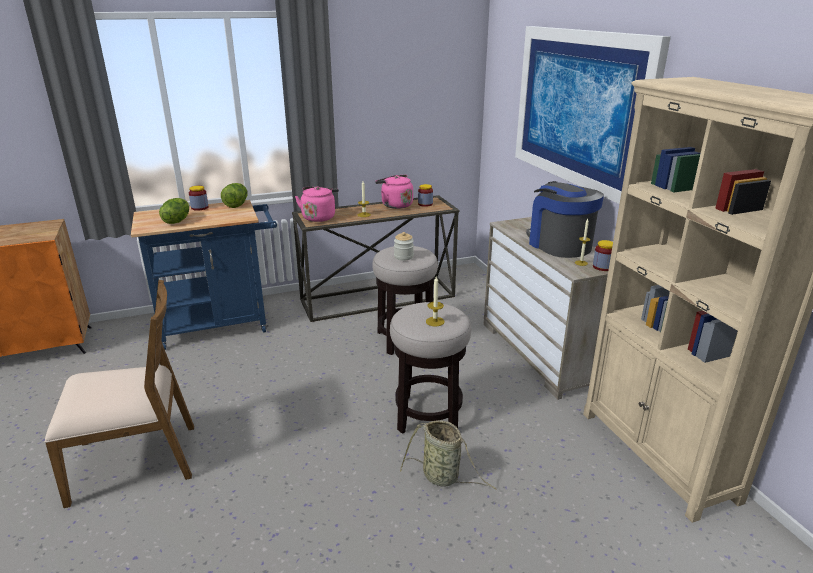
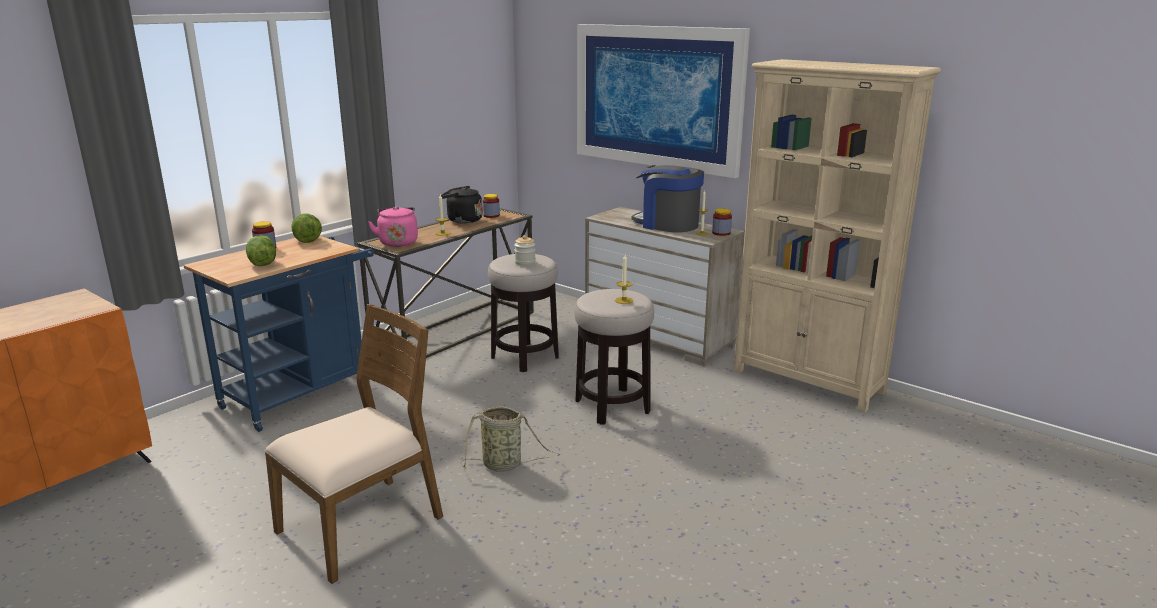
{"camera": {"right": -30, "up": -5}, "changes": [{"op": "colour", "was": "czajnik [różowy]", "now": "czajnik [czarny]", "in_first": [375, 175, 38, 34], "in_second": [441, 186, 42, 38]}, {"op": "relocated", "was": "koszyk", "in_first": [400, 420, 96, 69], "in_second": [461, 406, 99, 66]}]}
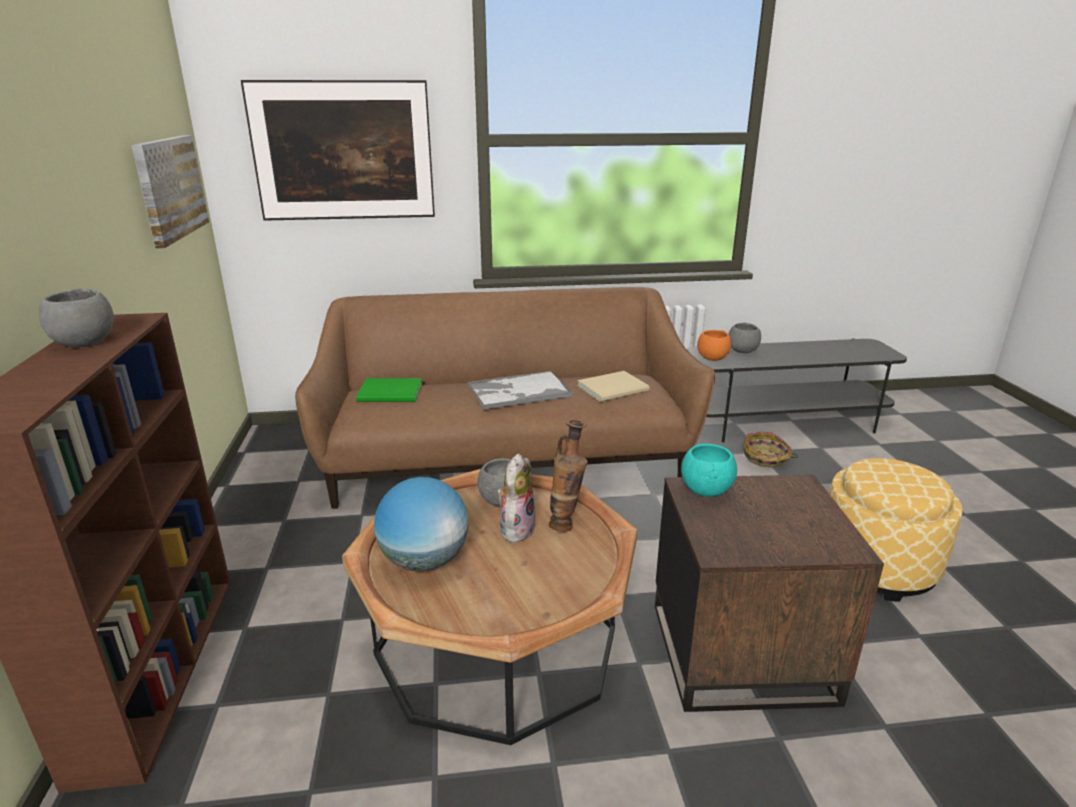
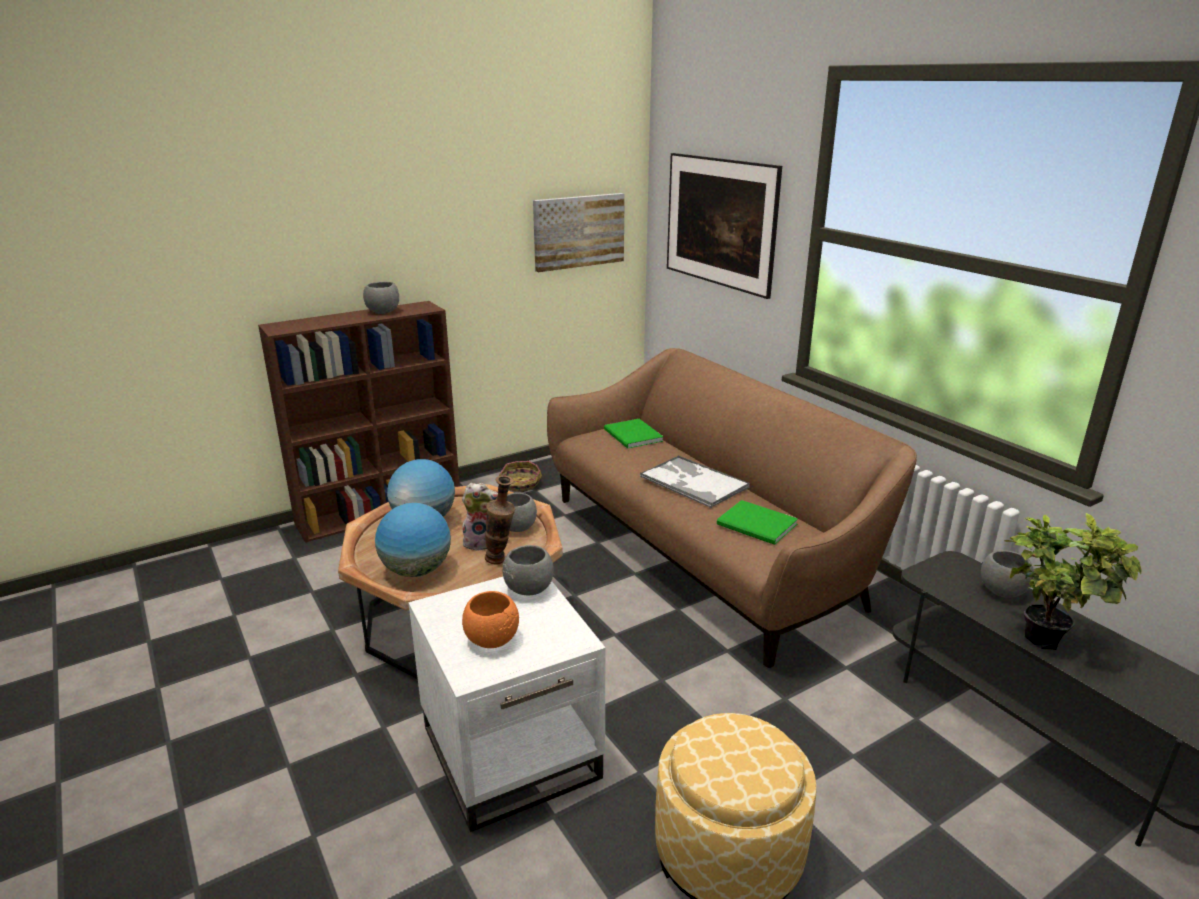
{"camera": {"right": 65, "up": 0}, "changes": [{"op": "colour", "was": "książka [beżowy]", "now": "książka [zielony]", "in_first": [577, 371, 73, 31], "in_second": [717, 500, 81, 45]}, {"op": "colour", "was": "stolik [brązowy]", "now": "stolik [biały]", "in_first": [655, 475, 229, 237], "in_second": [409, 577, 196, 255]}, {"op": "colour", "was": "miska [turkusowy]", "now": "miska [szary]", "in_first": [681, 444, 56, 53], "in_second": [503, 545, 51, 50]}, {"op": "relocated", "was": "miska [pomarańczowy]", "in_first": [697, 330, 34, 31], "in_second": [462, 591, 57, 57]}, {"op": "relocated", "was": "koszyk", "in_first": [743, 431, 55, 37], "in_second": [499, 461, 43, 31]}, {"op": "appeared", "now": "globus", "in_second": [375, 503, 76, 74]}, {"op": "appeared", "now": "roślina doniczkowa", "in_second": [1004, 513, 138, 137]}]}
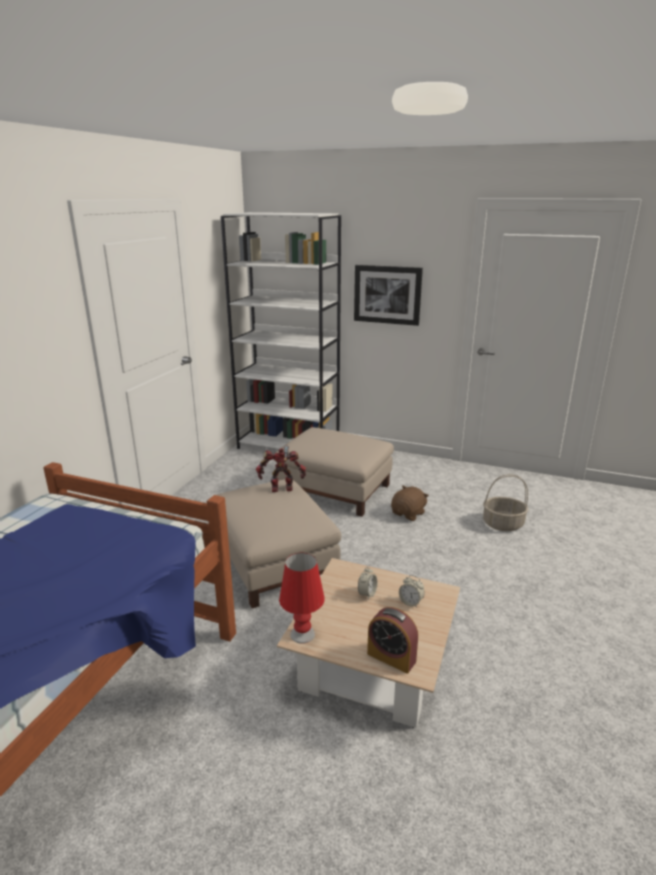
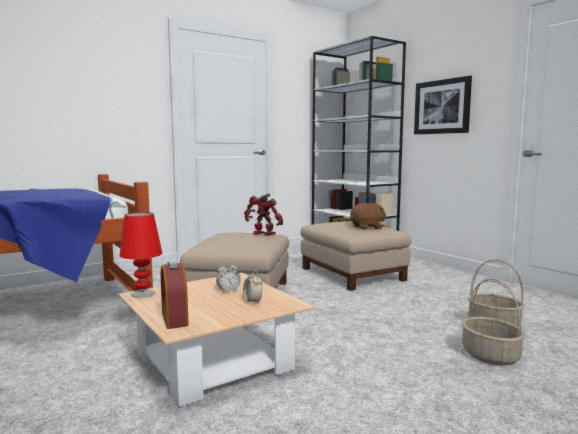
{"camera": {"right": 35, "up": -15}, "changes": [{"op": "relocated", "was": "pluszak [brązowy]", "in_first": [391, 486, 38, 35], "in_second": [350, 203, 36, 27]}, {"op": "appeared", "now": "koszyk", "in_second": [461, 278, 65, 87]}]}
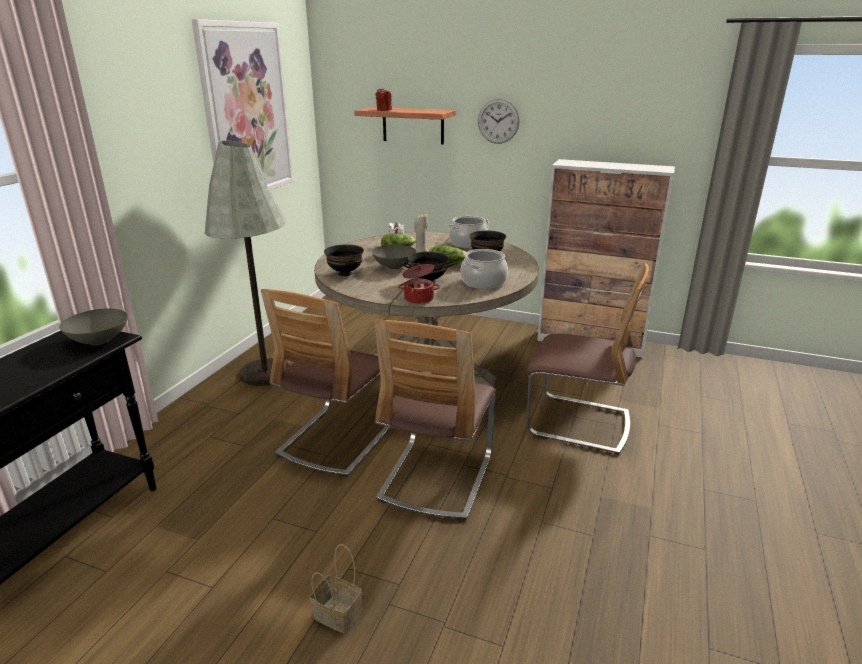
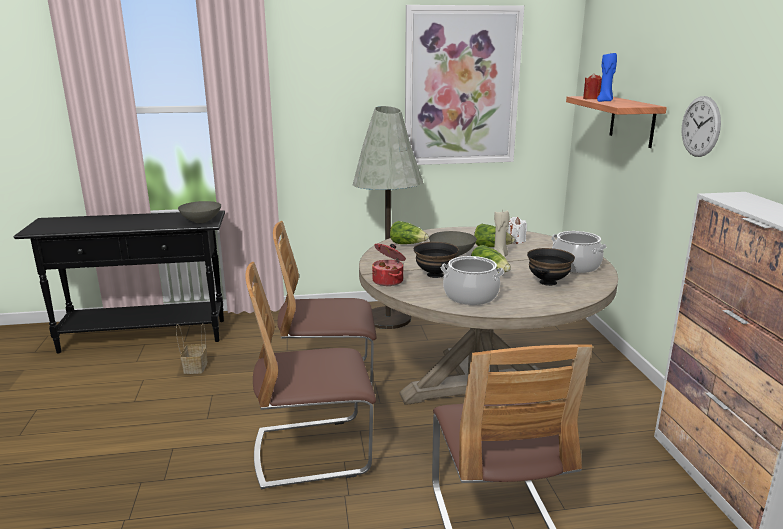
{"camera": {"right": 60, "up": -5}, "changes": [{"op": "relocated", "was": "koszyk", "in_first": [310, 544, 52, 90], "in_second": [176, 323, 31, 51]}, {"op": "exchanged", "was": "miska [czarny]", "now": "sałata", "in_first": [324, 245, 40, 31], "in_second": [390, 221, 39, 23]}, {"op": "appeared", "now": "świeca [niebieski]", "in_second": [597, 53, 20, 49]}]}
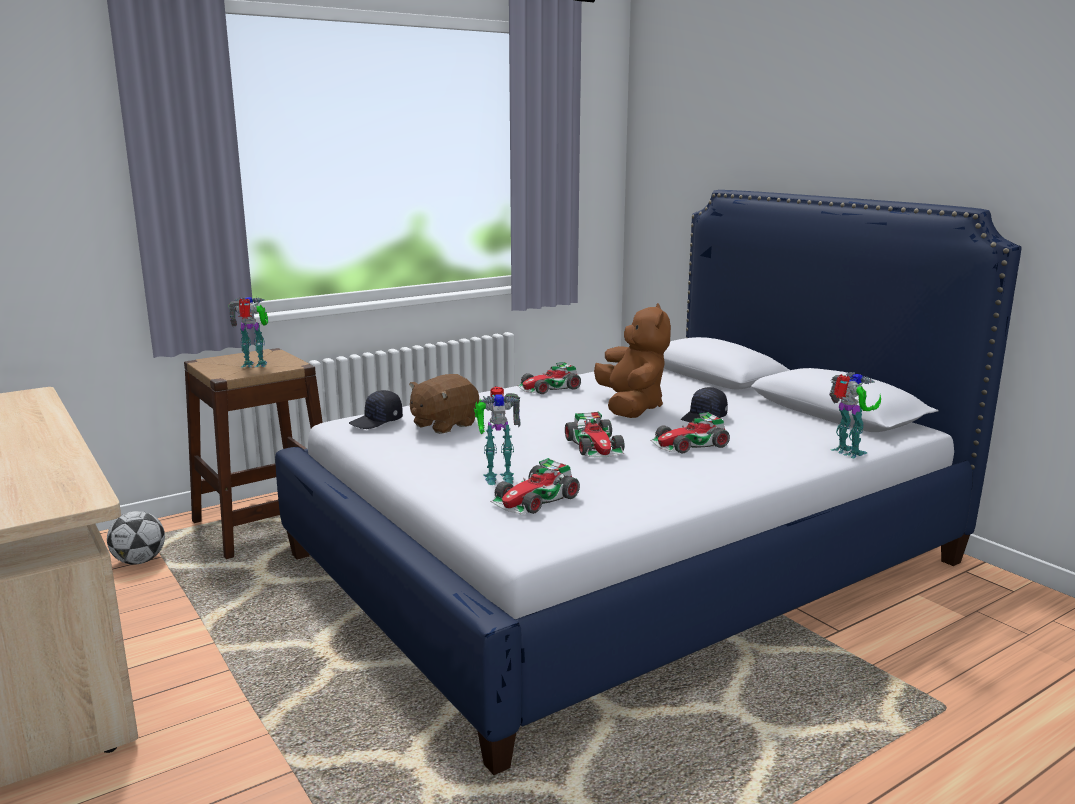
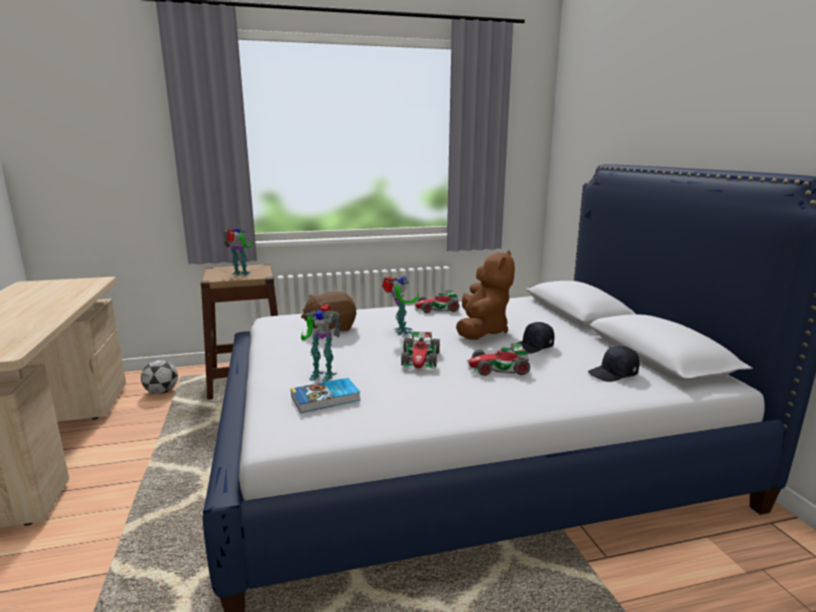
{"camera": {"right": 20, "up": 0}, "changes": [{"op": "relocated", "was": "czapka z daszkiem [czarny]", "in_first": [349, 390, 54, 39], "in_second": [588, 346, 52, 36]}, {"op": "exchanged", "was": "samochodzik", "now": "książka", "in_first": [490, 458, 90, 57], "in_second": [291, 378, 69, 35]}, {"op": "relocated", "was": "robot zabawkowy", "in_first": [829, 372, 52, 86], "in_second": [382, 276, 37, 59]}]}
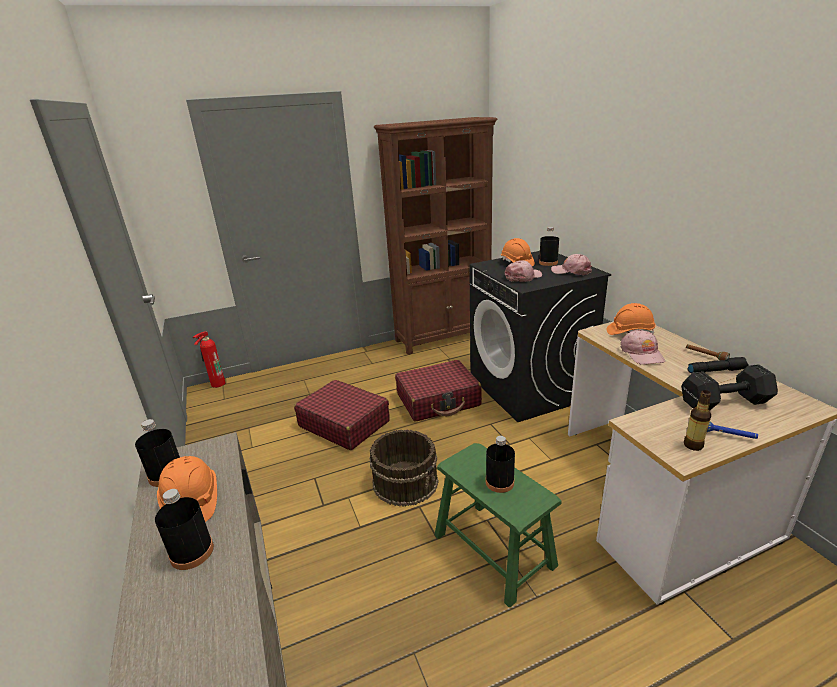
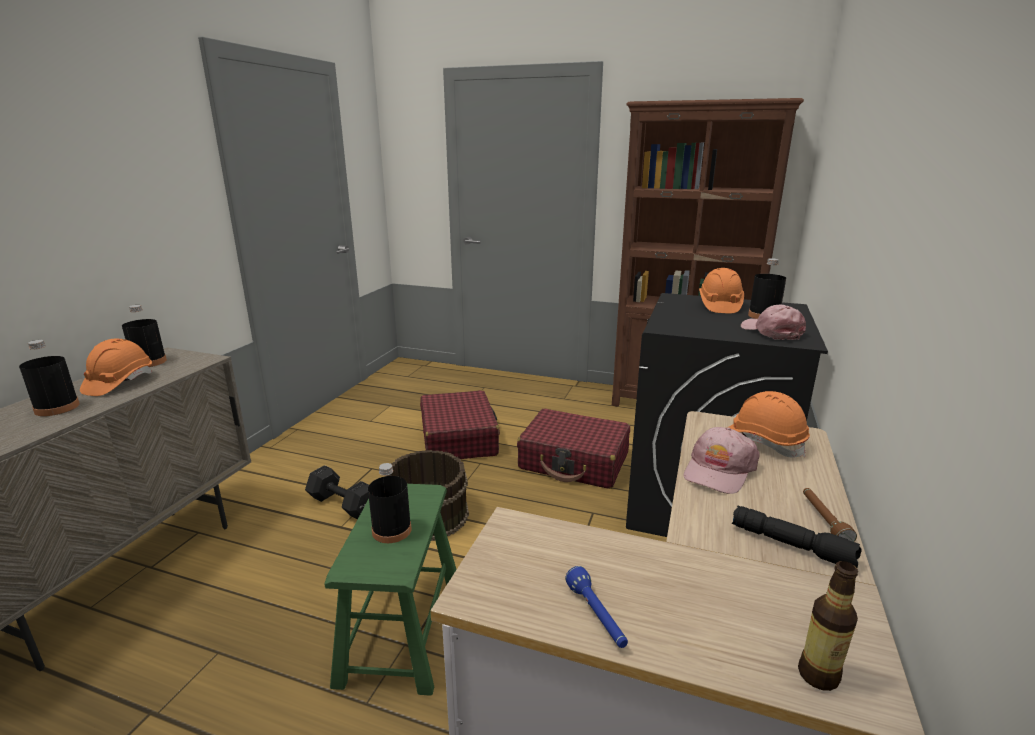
{"camera": {"right": 40, "up": -5}, "changes": [{"op": "missing", "was": "gaśnica", "in_first": [193, 332, 33, 56]}, {"op": "missing", "was": "czapka z daszkiem [różowy]", "in_first": [505, 260, 37, 22]}, {"op": "relocated", "was": "hantel [czarny]", "in_first": [681, 364, 97, 47], "in_second": [305, 465, 64, 54]}, {"op": "relocated", "was": "butelka", "in_first": [684, 390, 27, 61], "in_second": [798, 561, 60, 130]}]}
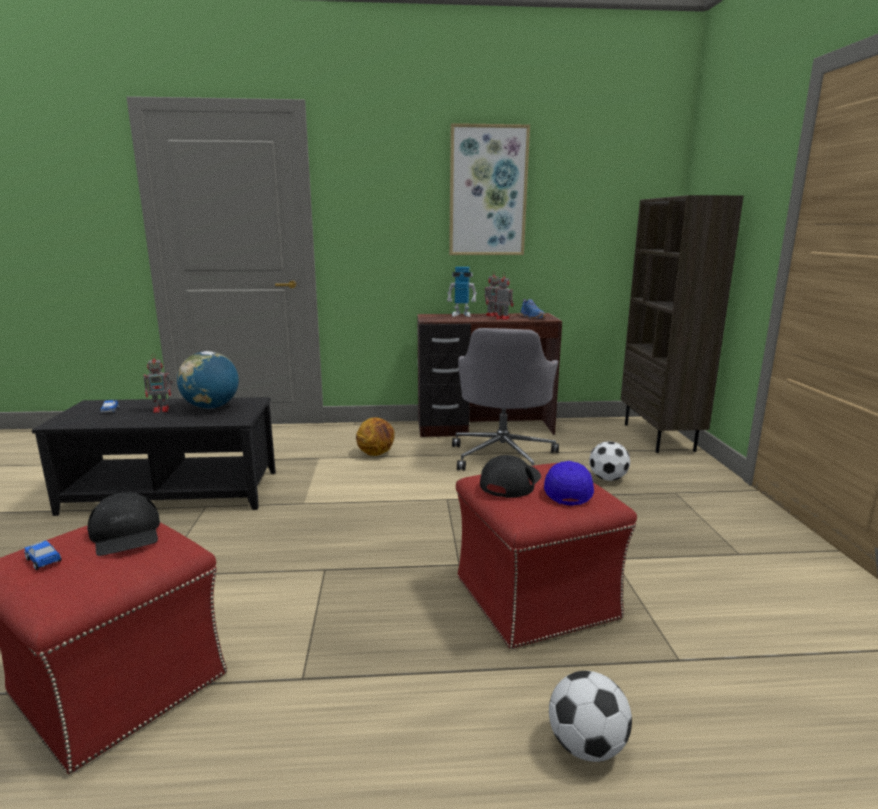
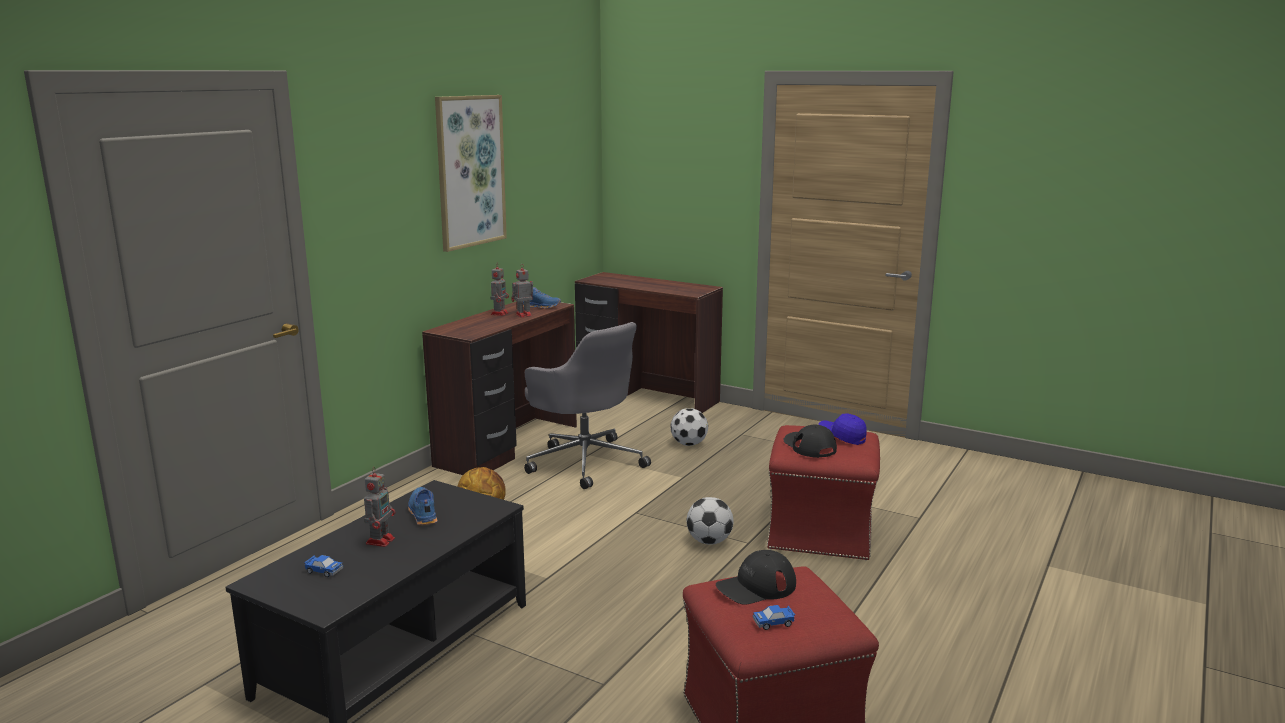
{"camera": {"right": -55, "up": 0}, "changes": [{"op": "spun", "was": "czapka z daszkiem [czarny]", "in_first": [87, 492, 73, 64], "in_second": [716, 550, 80, 55], "clockwise": 150}, {"op": "exchanged", "was": "globus", "now": "but [niebieski]", "in_first": [177, 351, 62, 58], "in_second": [408, 487, 30, 38]}, {"op": "missing", "was": "robot zabawkowy", "in_first": [447, 267, 30, 50]}, {"op": "relocated", "was": "piłka futbolowa", "in_first": [549, 671, 83, 91], "in_second": [686, 497, 48, 48]}, {"op": "exchanged", "was": "regał [brązowy]", "now": "biurko [brązowy]", "in_first": [621, 195, 123, 258], "in_second": [575, 272, 148, 141]}]}
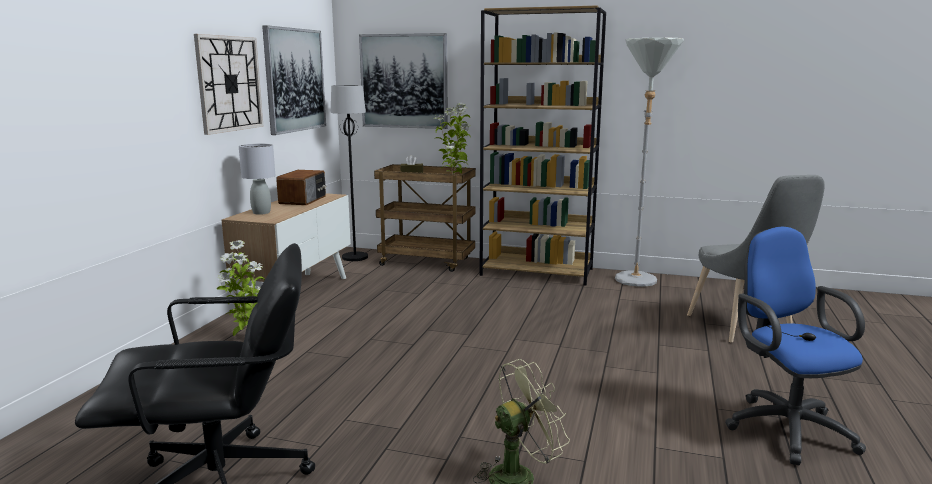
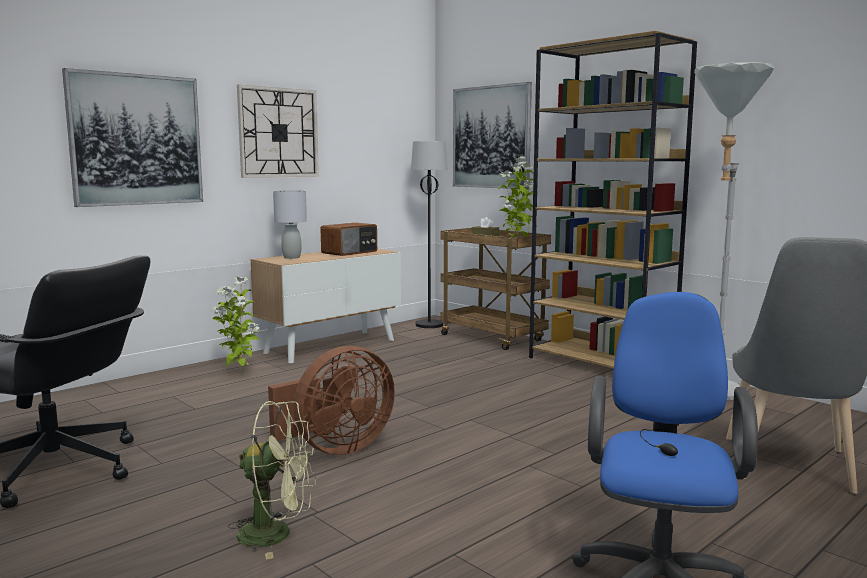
{"camera": {"right": 30, "up": -5}, "changes": [{"op": "relocated", "was": "obraz", "in_first": [262, 25, 64, 110], "in_second": [62, 68, 141, 139]}, {"op": "appeared", "now": "wentylator [brązowy]", "in_second": [268, 346, 127, 109]}]}
